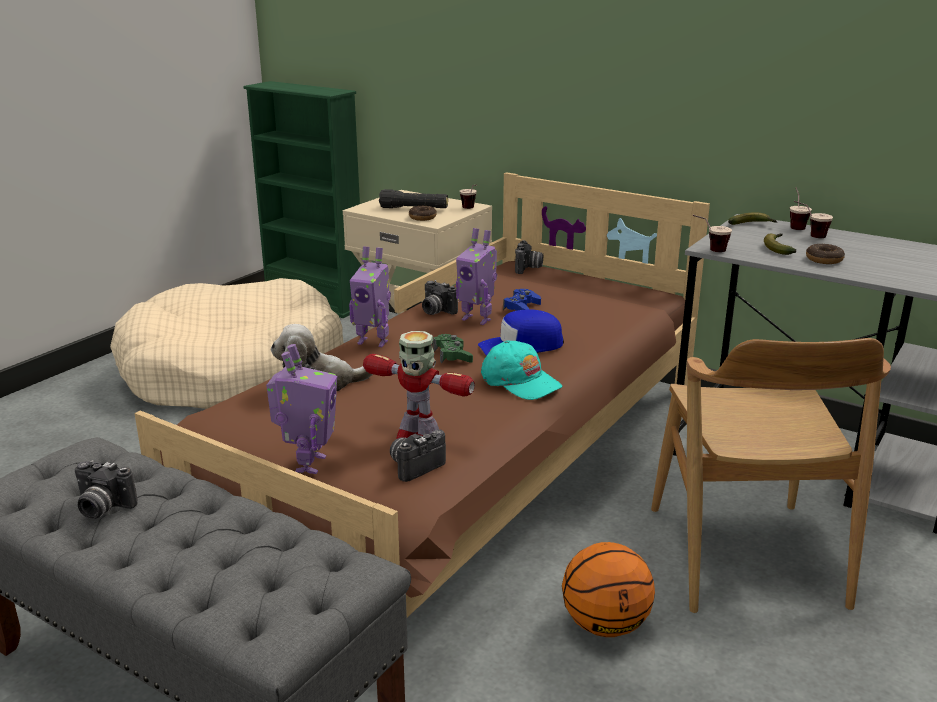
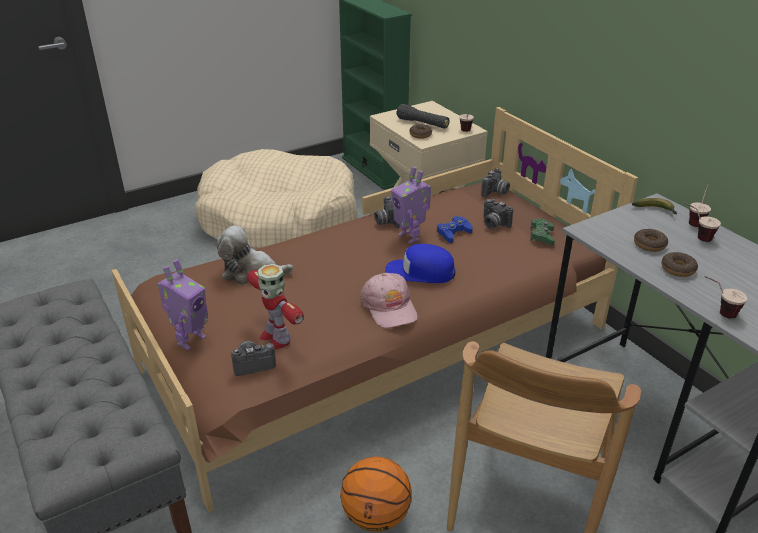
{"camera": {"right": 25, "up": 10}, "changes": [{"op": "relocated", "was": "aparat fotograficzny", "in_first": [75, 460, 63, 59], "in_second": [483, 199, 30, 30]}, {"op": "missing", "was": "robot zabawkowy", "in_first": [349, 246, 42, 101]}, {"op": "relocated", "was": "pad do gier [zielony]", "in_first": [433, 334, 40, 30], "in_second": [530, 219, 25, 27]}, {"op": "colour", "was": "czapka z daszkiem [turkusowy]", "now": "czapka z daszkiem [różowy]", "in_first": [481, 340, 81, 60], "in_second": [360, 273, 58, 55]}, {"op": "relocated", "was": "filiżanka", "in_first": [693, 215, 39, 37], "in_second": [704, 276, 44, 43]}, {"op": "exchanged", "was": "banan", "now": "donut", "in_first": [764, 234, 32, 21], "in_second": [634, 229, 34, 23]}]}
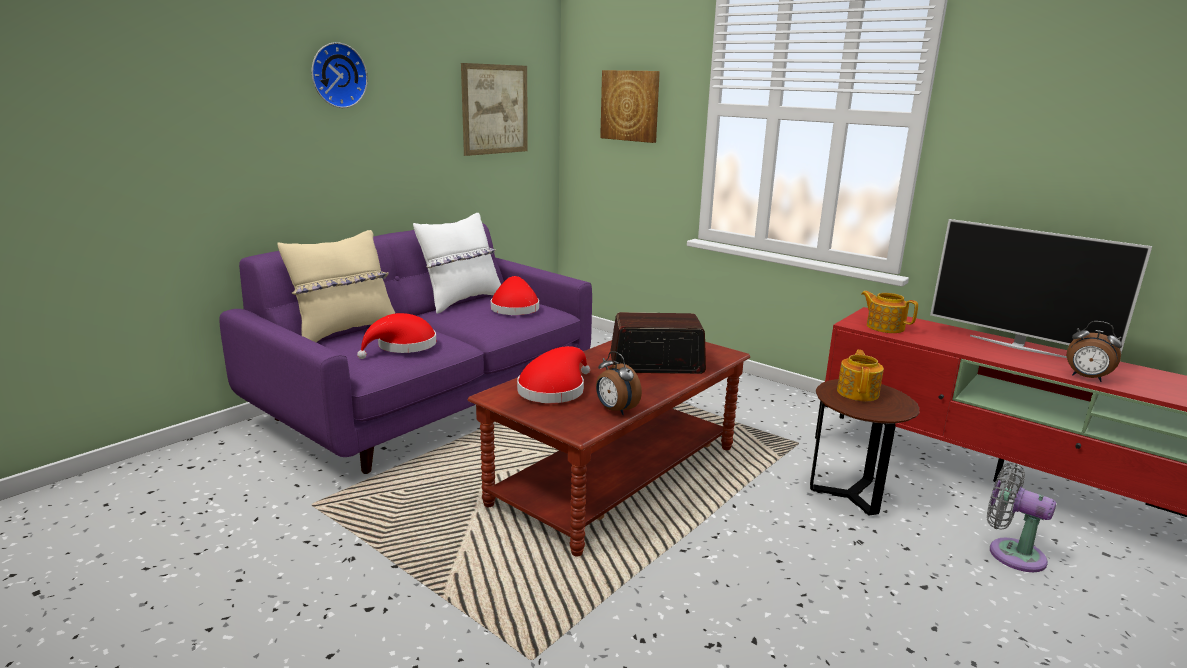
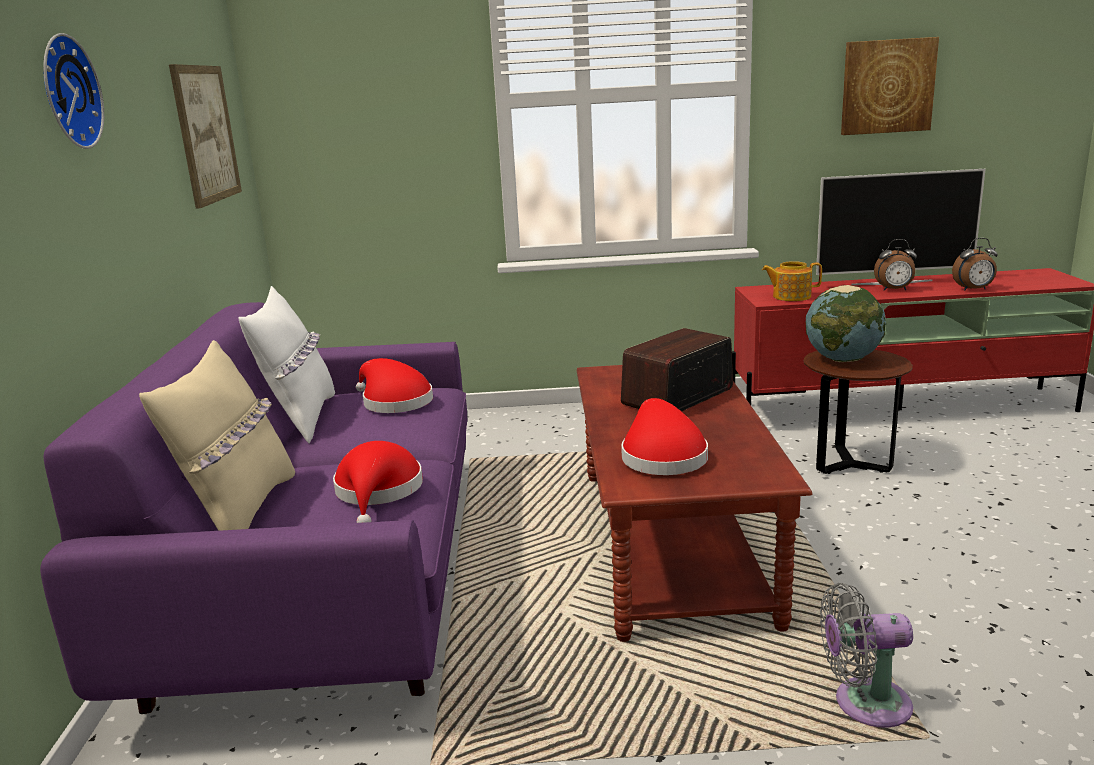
{"camera": {"right": -40, "up": 0}, "changes": [{"op": "relocated", "was": "budzik", "in_first": [596, 351, 46, 64], "in_second": [874, 239, 43, 52]}, {"op": "relocated", "was": "obraz", "in_first": [600, 70, 60, 73], "in_second": [841, 37, 98, 98]}, {"op": "exchanged", "was": "imbryk", "now": "globus", "in_first": [837, 350, 47, 51], "in_second": [806, 285, 80, 77]}, {"op": "relocated", "was": "wentylator [szary]", "in_first": [987, 463, 69, 109], "in_second": [820, 583, 93, 144]}]}
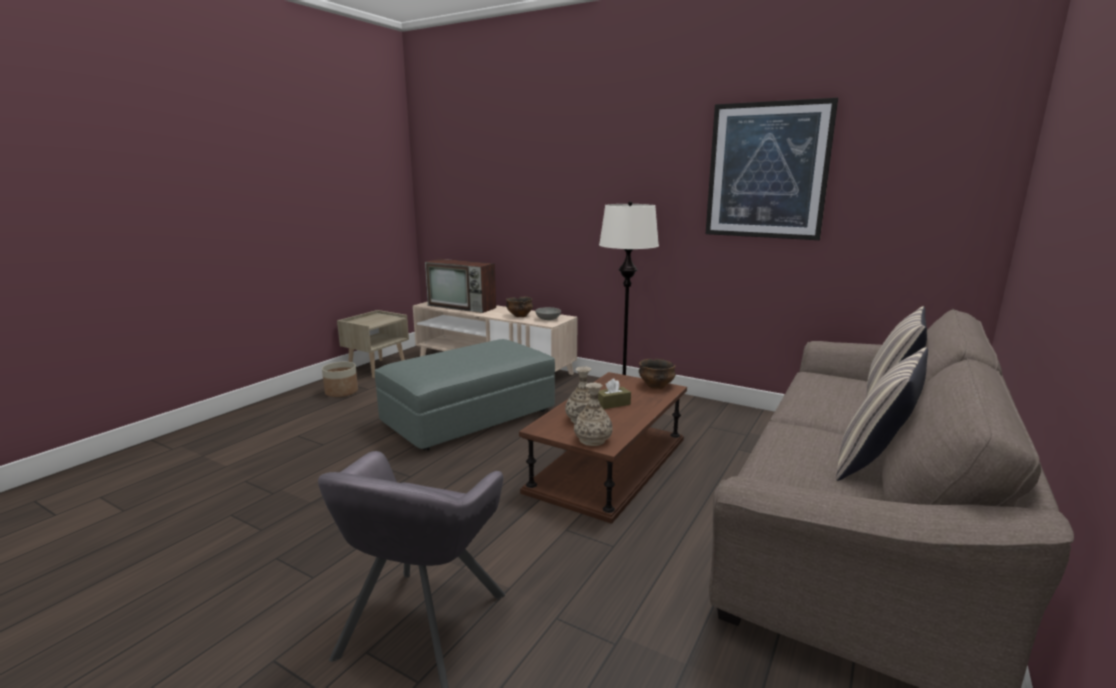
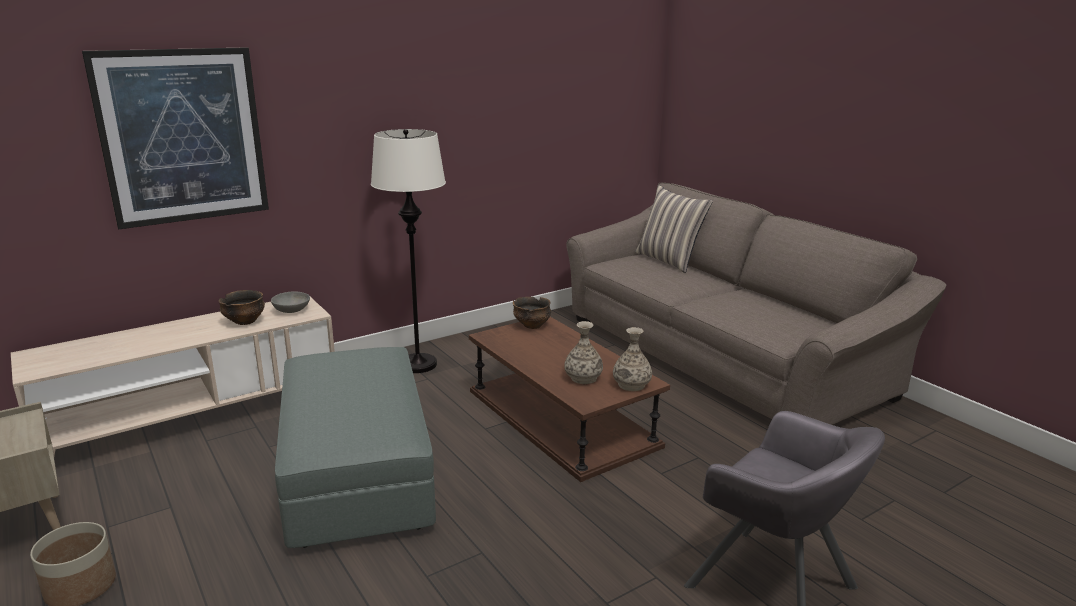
{"camera": {"right": -65, "up": 5}, "changes": [{"op": "missing", "was": "telewizor", "in_first": [425, 259, 71, 54]}, {"op": "missing", "was": "pudełko chusteczek [brązowy]", "in_first": [598, 379, 33, 30]}, {"op": "relocated", "was": "obraz", "in_first": [706, 98, 132, 142], "in_second": [82, 47, 187, 182]}, {"op": "missing", "was": "poduszka", "in_first": [836, 347, 92, 134]}]}
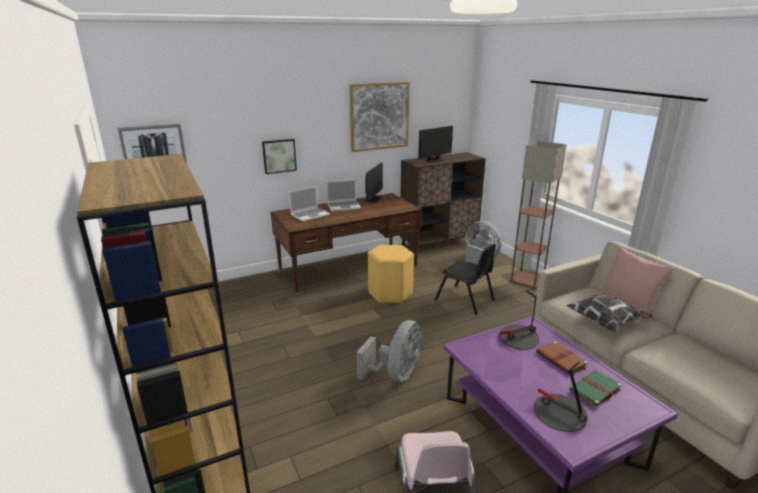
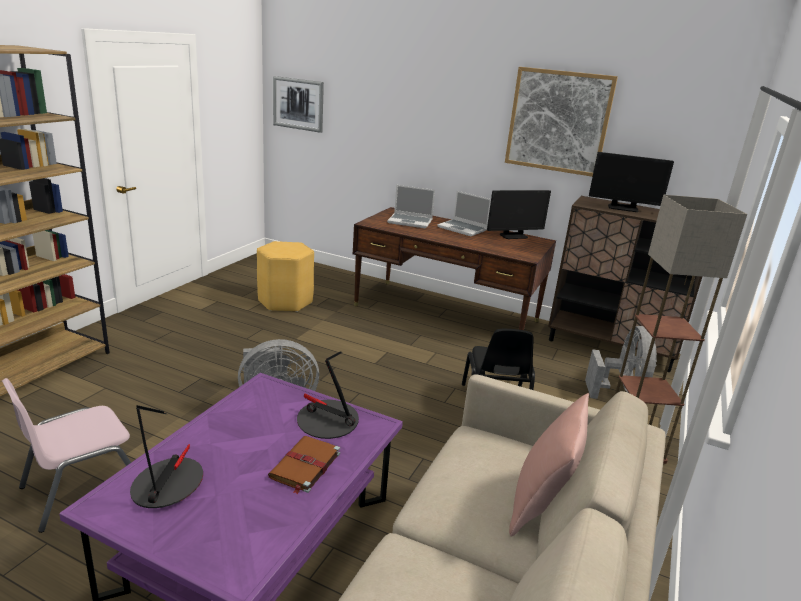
{"camera": {"right": 50, "up": 0}, "changes": [{"op": "missing", "was": "obraz", "in_first": [262, 139, 35, 35]}, {"op": "relocated", "was": "stołek [żółty]", "in_first": [368, 245, 46, 58], "in_second": [257, 241, 57, 71]}, {"op": "missing", "was": "poduszka", "in_first": [566, 292, 87, 40]}, {"op": "missing", "was": "książka [zielony]", "in_first": [569, 370, 53, 38]}]}
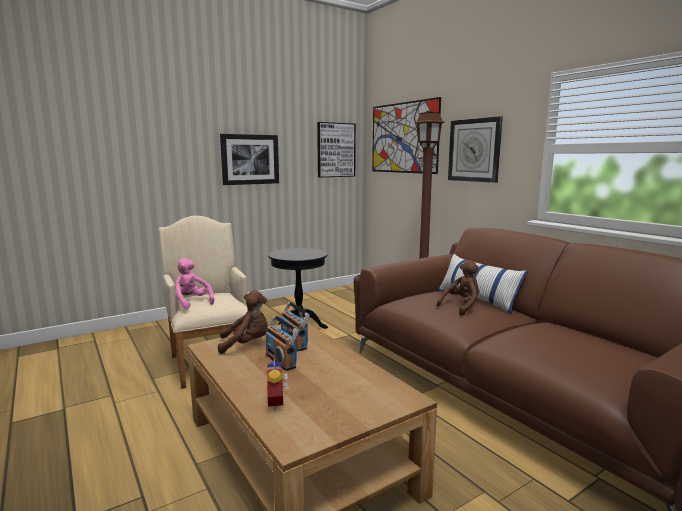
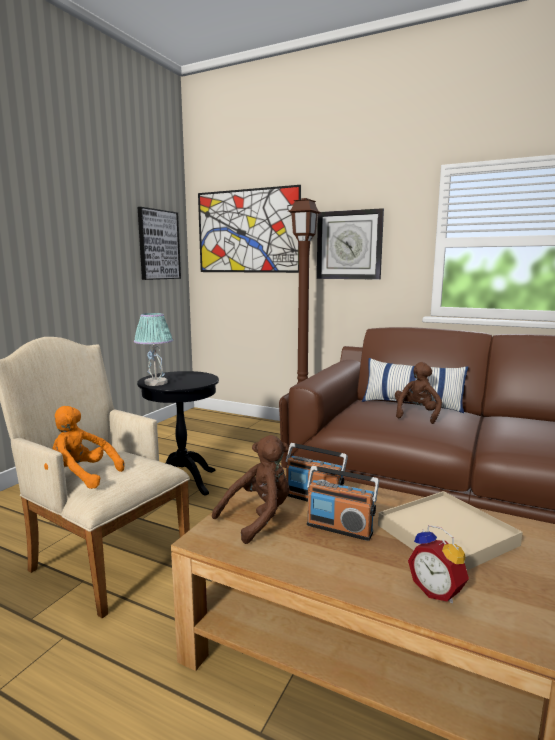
{"camera": {"right": -30, "up": 0}, "changes": [{"op": "colour", "was": "pluszak [różowy]", "now": "pluszak [pomarańczowy]", "in_first": [166, 258, 48, 52], "in_second": [44, 406, 80, 83]}, {"op": "missing", "was": "obraz", "in_first": [220, 134, 59, 51]}, {"op": "appeared", "now": "lampa stołowa", "in_second": [134, 313, 39, 73]}, {"op": "appeared", "now": "taca [beżowy]", "in_second": [378, 491, 145, 79]}]}
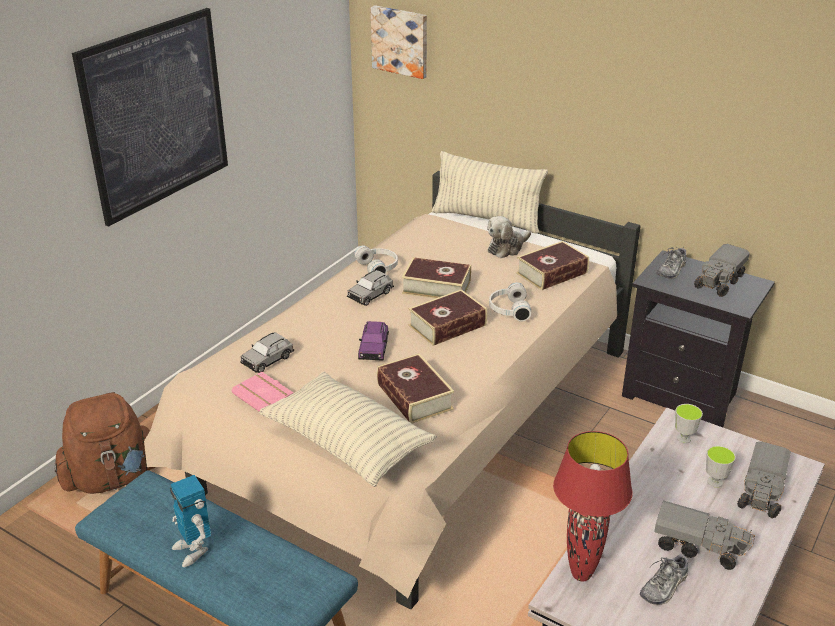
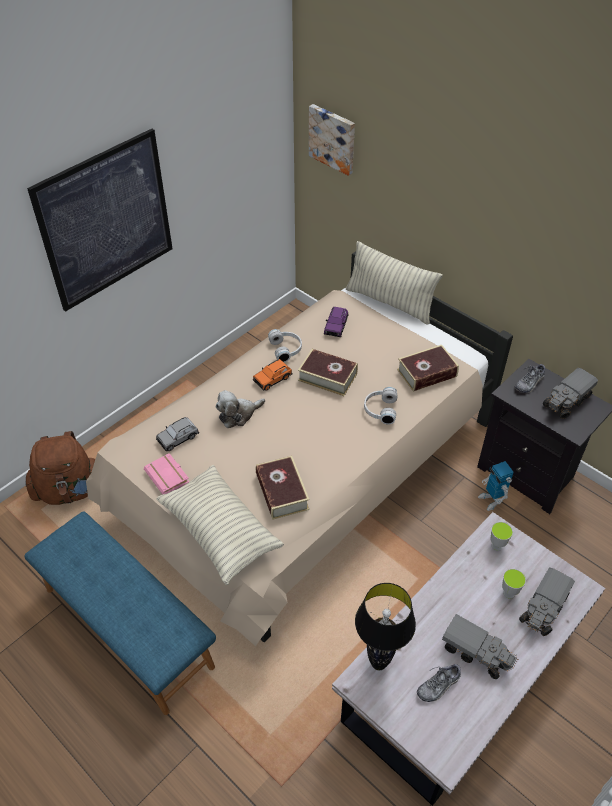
{"camera": {"right": 10, "up": 15}, "changes": [{"op": "relocated", "was": "robot zabawkowy", "in_first": [170, 475, 41, 92], "in_second": [478, 461, 36, 50]}, {"op": "colour", "was": "samochodzik [szary]", "now": "samochodzik [pomarańczowy]", "in_first": [347, 270, 47, 36], "in_second": [253, 359, 40, 32]}, {"op": "relocated", "was": "samochodzik [fioletowy]", "in_first": [358, 321, 31, 40], "in_second": [324, 307, 25, 30]}, {"op": "missing", "was": "książka", "in_first": [408, 289, 79, 57]}, {"op": "relocated", "was": "pluszak", "in_first": [487, 216, 44, 42], "in_second": [216, 390, 49, 38]}, {"op": "colour", "was": "lampa stołowa [czerwony]", "now": "lampa stołowa [czarny]", "in_first": [553, 431, 79, 150], "in_second": [355, 583, 61, 87]}]}
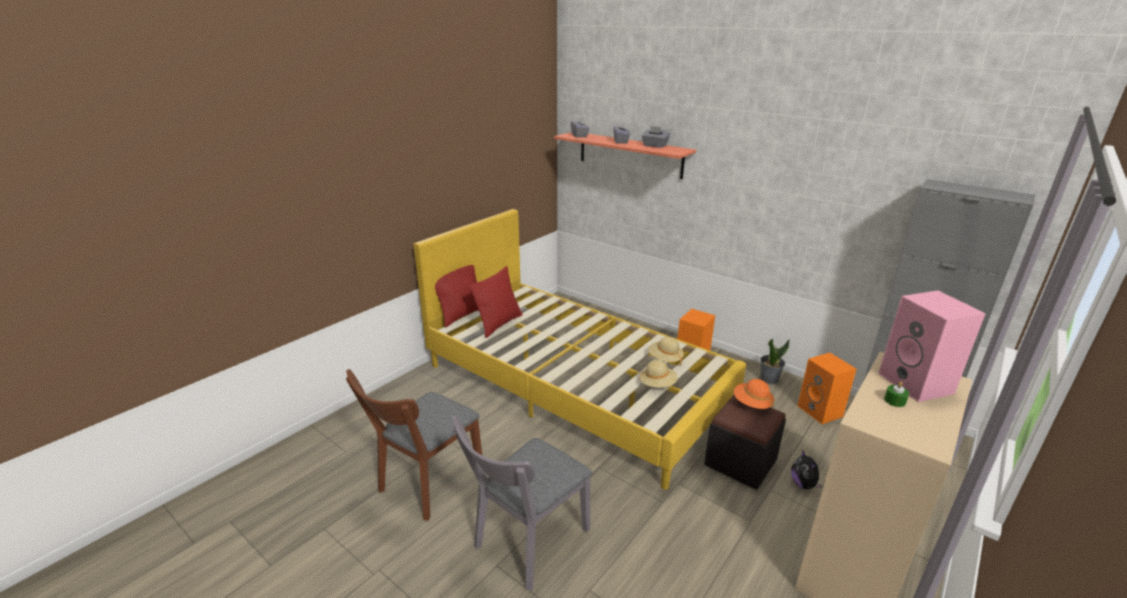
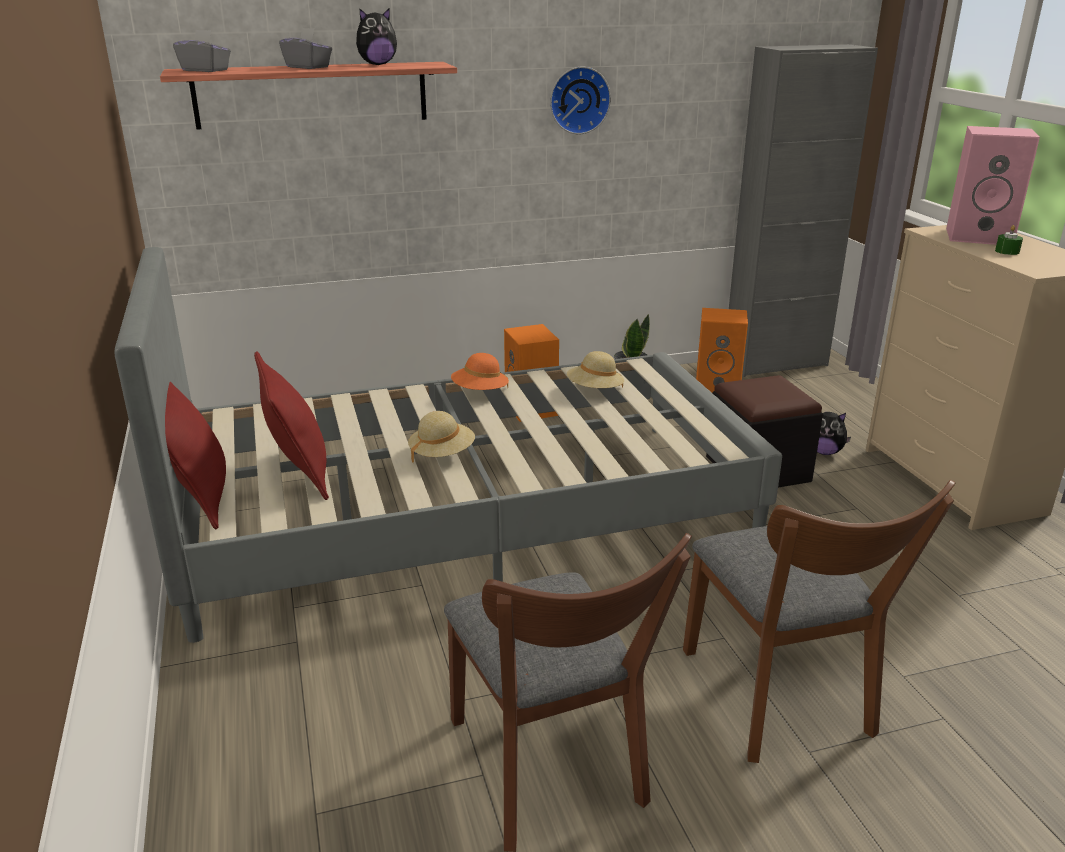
{"camera": {"right": -55, "up": 0}, "changes": [{"op": "colour", "was": "łóżko [żółty]", "now": "łóżko [szary]", "in_first": [413, 209, 333, 281], "in_second": [114, 247, 668, 396]}, {"op": "colour", "was": "krzesło [szary]", "now": "krzesło [brązowy]", "in_first": [452, 415, 140, 176], "in_second": [683, 480, 273, 283]}, {"op": "relocated", "was": "kapelusz [beżowy]", "in_first": [639, 360, 39, 28], "in_second": [408, 411, 67, 52]}, {"op": "exchanged", "was": "pudełko chusteczek [szary]", "now": "pluszak", "in_first": [642, 126, 28, 22], "in_second": [356, 8, 41, 57]}, {"op": "relocated", "was": "kapelusz [pomarańczowy]", "in_first": [734, 379, 40, 32], "in_second": [451, 353, 58, 37]}, {"op": "appeared", "now": "zegar ścienny", "in_second": [550, 66, 61, 68]}]}
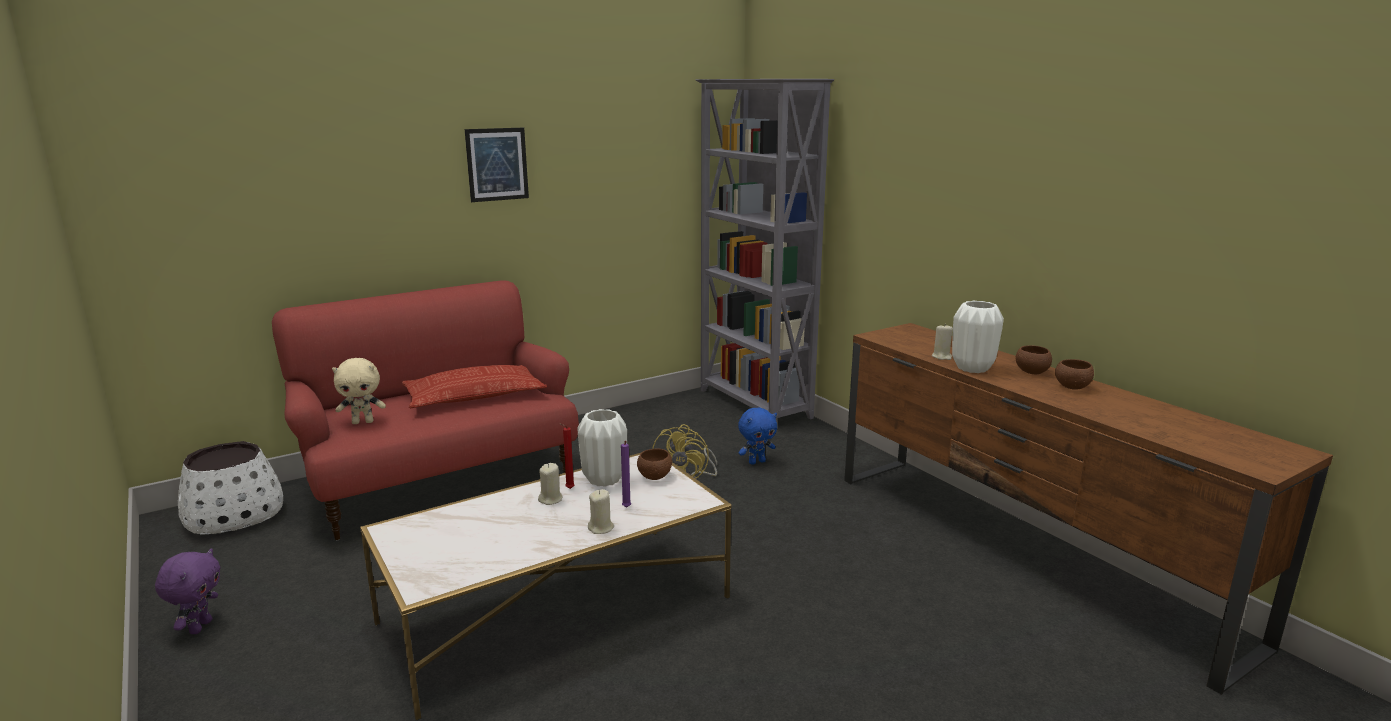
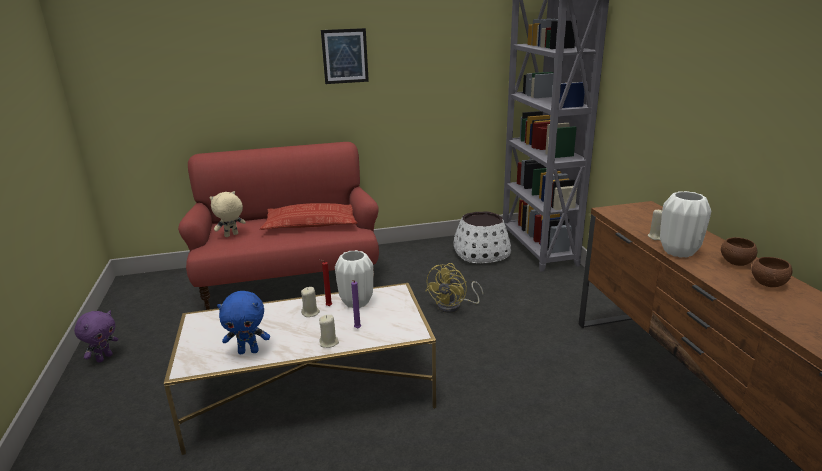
{"camera": {"right": 20, "up": 5}, "changes": [{"op": "relocated", "was": "donica [biały]", "in_first": [178, 441, 105, 94], "in_second": [453, 211, 58, 52]}, {"op": "spun", "was": "pluszak [beżowy]", "in_first": [332, 358, 54, 66], "in_second": [209, 191, 37, 46], "clockwise": 135}, {"op": "missing", "was": "miska [brązowy]", "in_first": [637, 449, 35, 31]}, {"op": "relocated", "was": "pluszak [niebieski]", "in_first": [738, 408, 39, 57], "in_second": [217, 291, 53, 63]}]}
